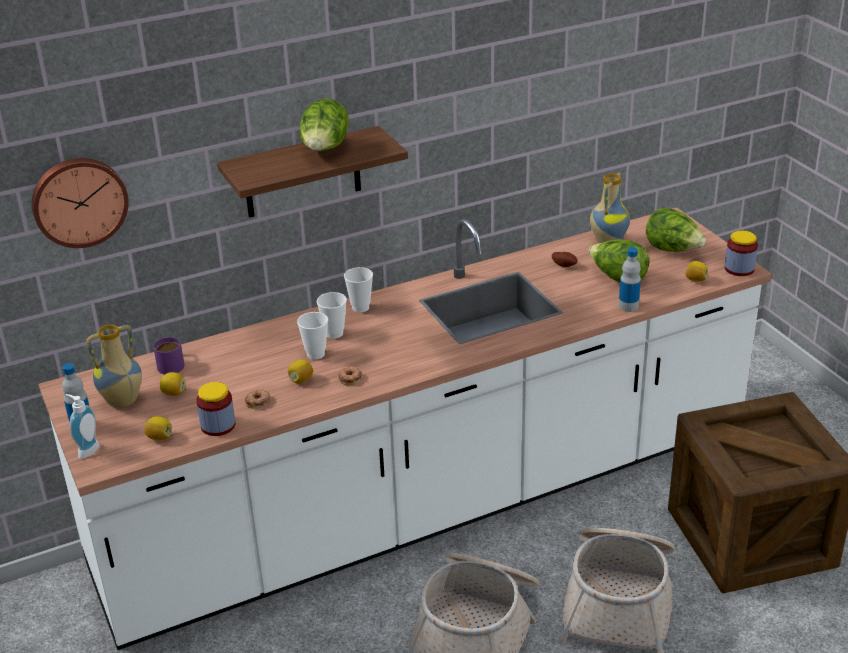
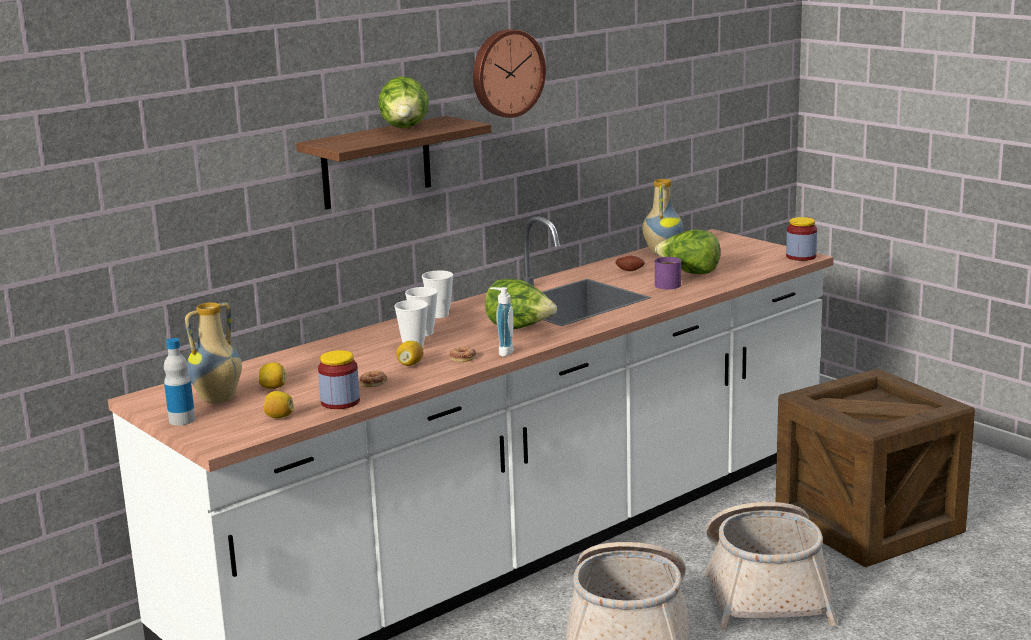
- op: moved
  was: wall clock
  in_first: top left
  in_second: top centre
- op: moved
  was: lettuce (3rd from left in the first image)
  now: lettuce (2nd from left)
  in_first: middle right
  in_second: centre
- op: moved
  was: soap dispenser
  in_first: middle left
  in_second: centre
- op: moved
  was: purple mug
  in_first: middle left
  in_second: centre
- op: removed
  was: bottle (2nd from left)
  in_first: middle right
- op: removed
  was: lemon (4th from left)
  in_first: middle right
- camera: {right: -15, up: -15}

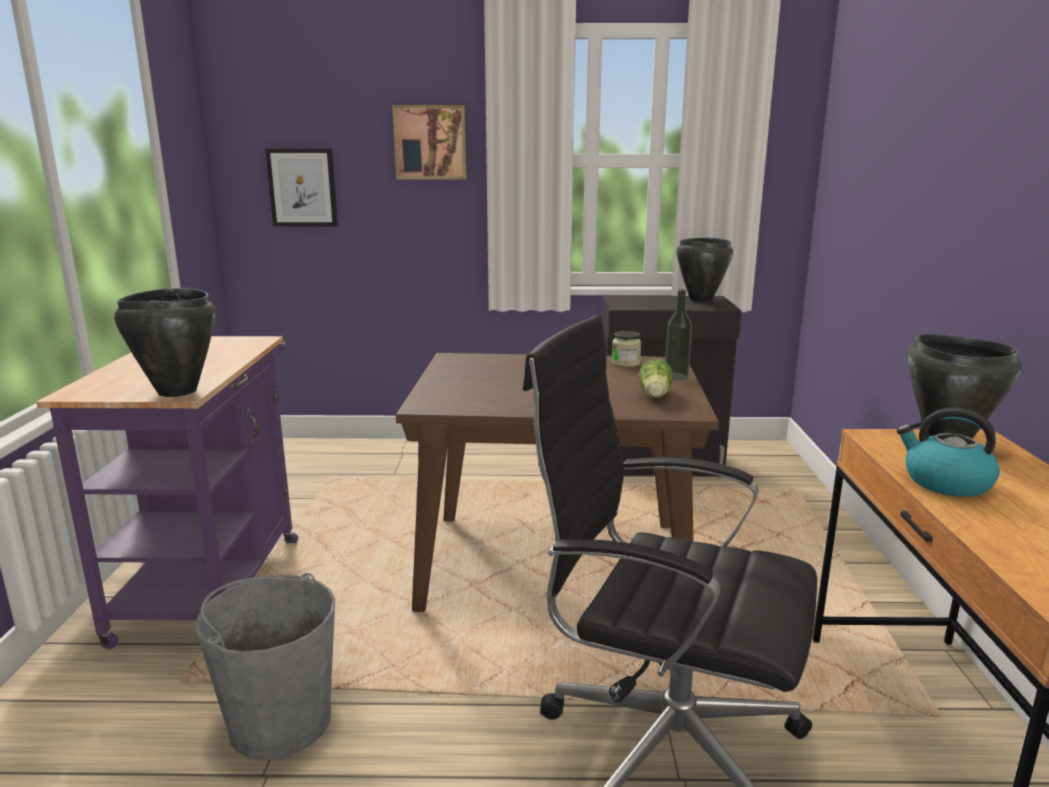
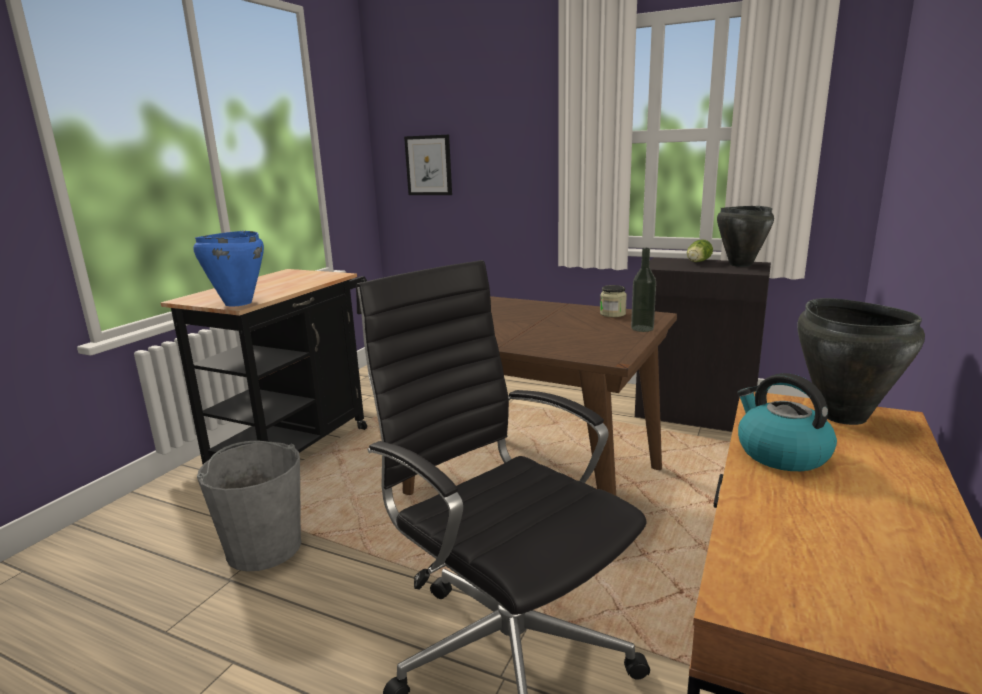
- op: recoloured
  was: purple cart
  now: black cart
  in_first: middle left
  in_second: middle left
- op: recoloured
  was: black cooking pot (1st from left)
  now: blue cooking pot
  in_first: middle left
  in_second: middle left
- op: moved
  was: lettuce
  in_first: centre
  in_second: middle right
- op: removed
  was: picture (2nd from left)
  in_first: top centre
- camera: {right: 25, up: 0}

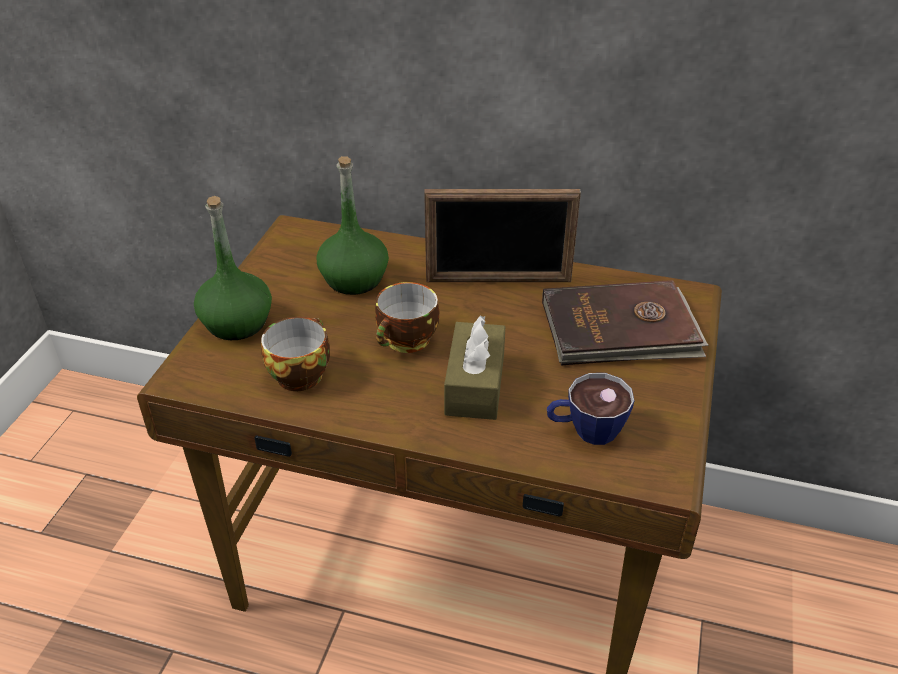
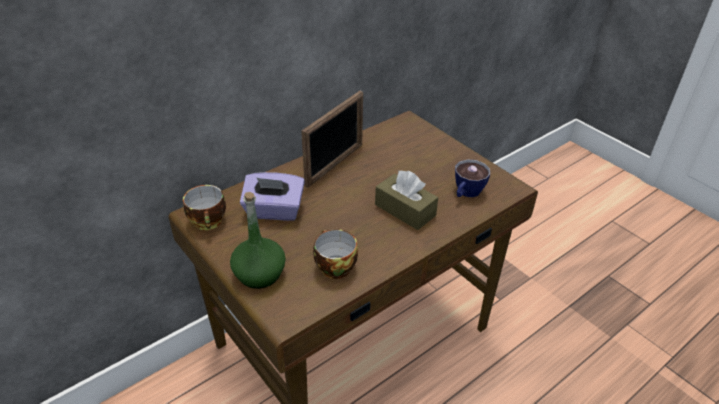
- op: moved
  was: cup (2nd from left in the first image)
  now: cup (1st from left)
  in_first: centre
  in_second: middle left
- op: replaced
  was: green bottle (2nd from left)
  now: purple tissue box
  in_first: centre
  in_second: centre
- op: removed
  was: brown book
  in_first: middle right
- camera: {right: -55, up: 0}

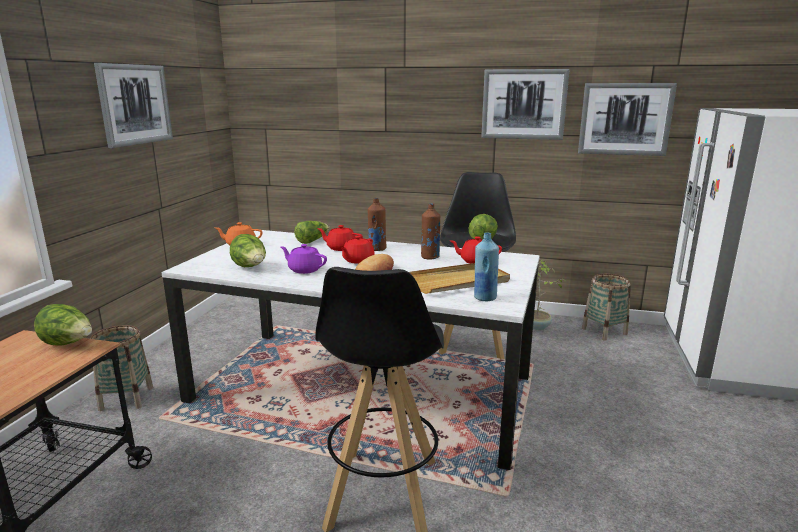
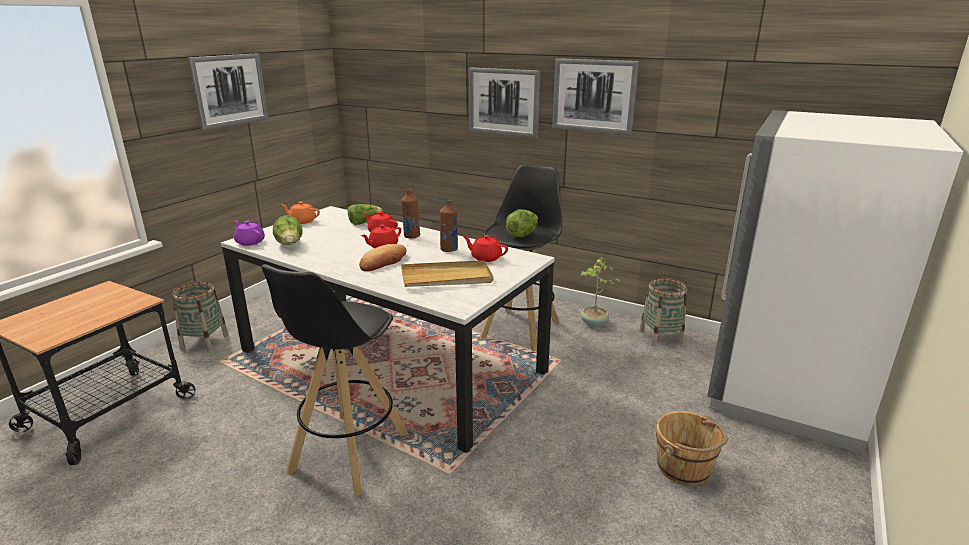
- op: moved
  was: purple teapot
  in_first: centre
  in_second: middle left
- op: moved
  was: picture (3rd from left in the first image)
  now: picture (2nd from left)
  in_first: top right
  in_second: top centre
- op: added
  now: brown bucket
  in_second: bottom right
- op: removed
  was: lettuce (1st from left)
  in_first: middle left
- op: removed
  was: blue bottle
  in_first: centre
- camera: {right: 15, up: 5}

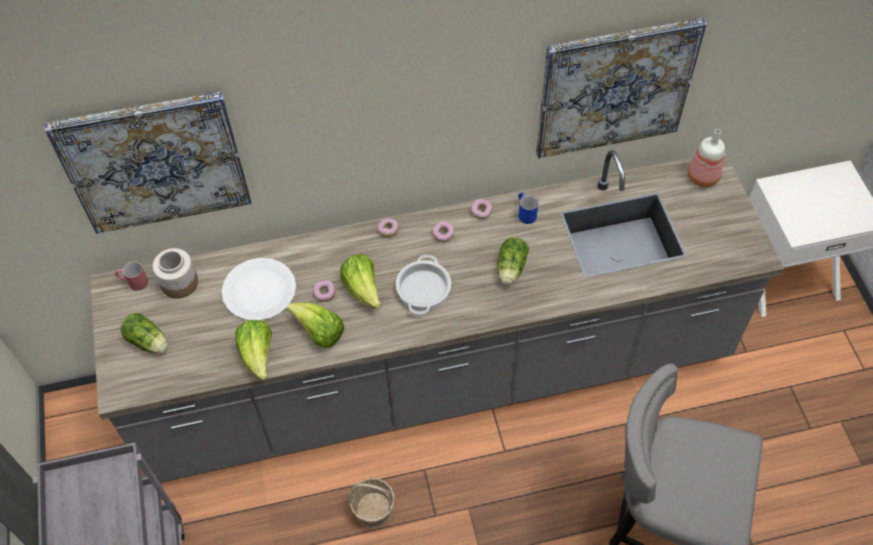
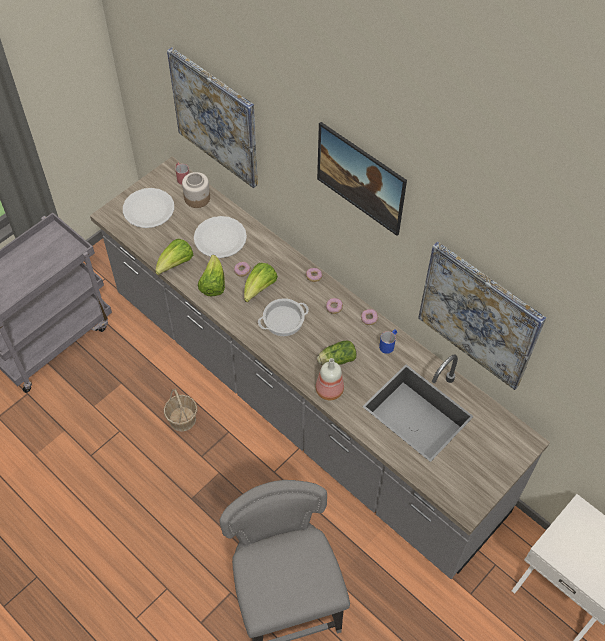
- op: replaced
  was: lettuce (1st from left)
  now: white plate (1st from left)
  in_first: middle left
  in_second: top left
- op: moved
  was: bottle
  in_first: top right
  in_second: centre
- op: added
  now: picture (2nd from left)
  in_second: top centre
- camera: {right: 55, up: 0}

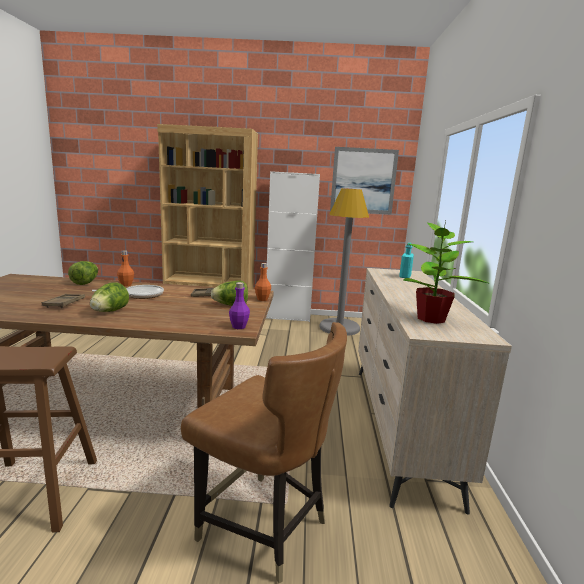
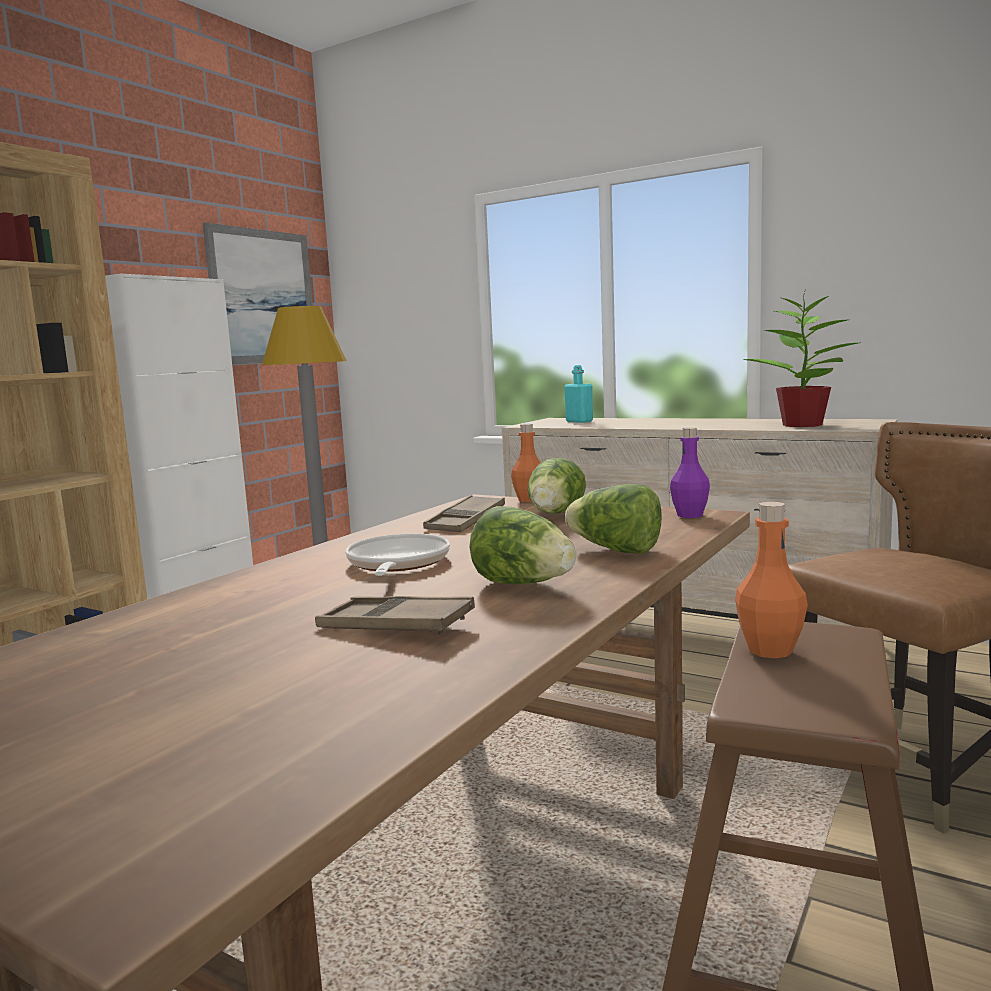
- op: moved
  was: lettuce (1st from left in the first image)
  now: lettuce (3rd from left)
  in_first: middle left
  in_second: centre
- op: moved
  was: orange bottle (1st from left in the first image)
  now: orange bottle (2nd from left)
  in_first: middle left
  in_second: middle right
- camera: {right: -60, up: -5}

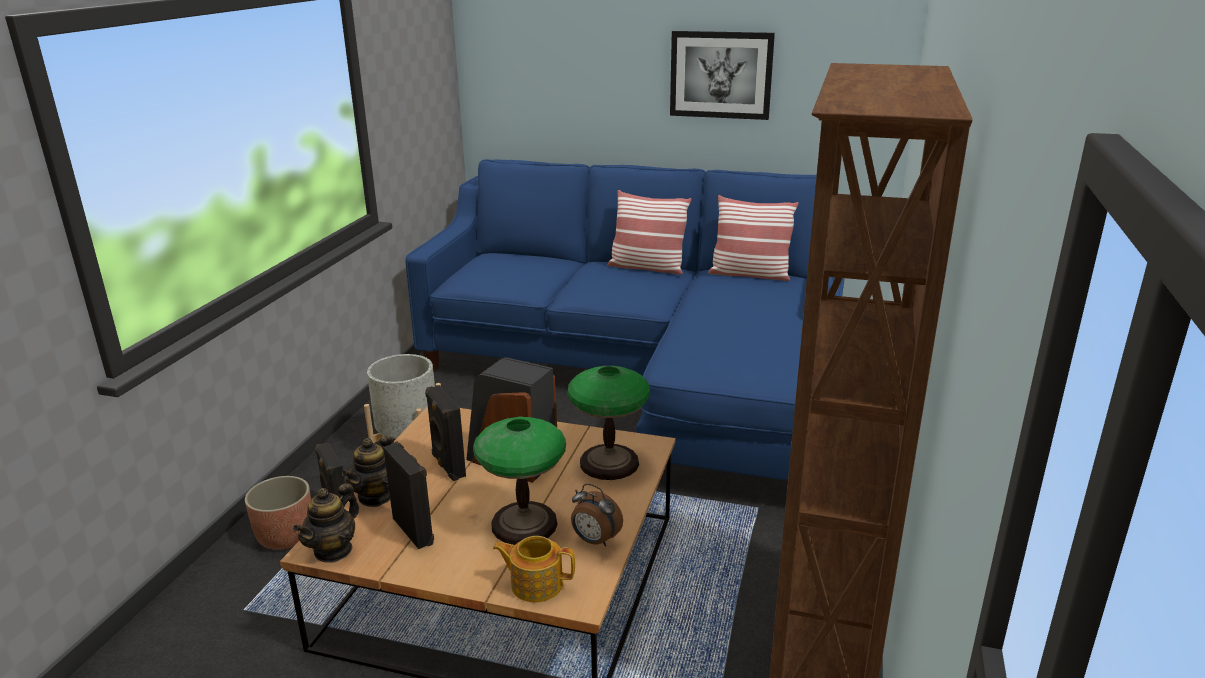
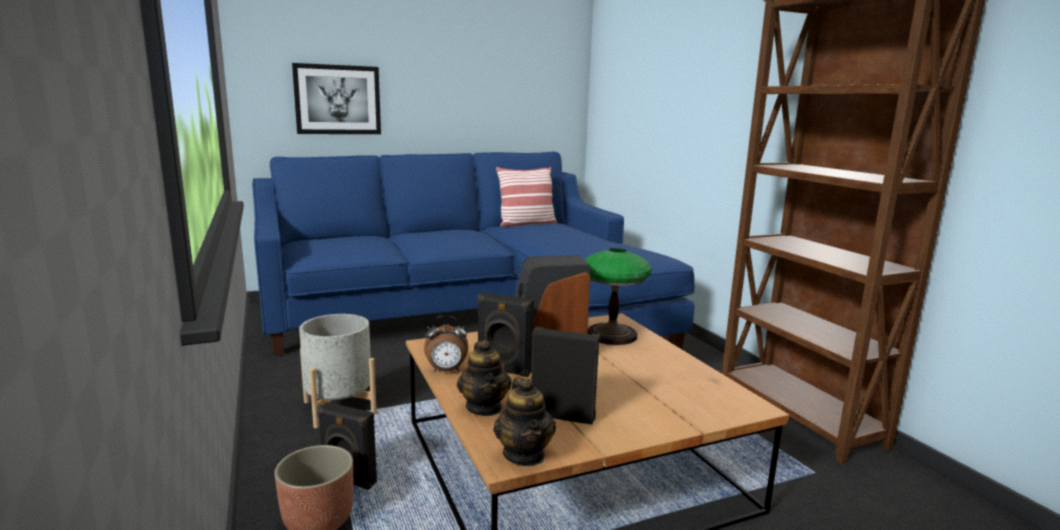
- op: moved
  was: picture
  in_first: top centre
  in_second: top left
- op: moved
  was: alarm clock
  in_first: bottom centre
  in_second: centre
- op: removed
  was: table lamp (1st from left)
  in_first: bottom centre
- op: removed
  was: teapot (3rd from left)
  in_first: bottom centre
- op: removed
  was: pillow (1st from left)
  in_first: centre
- camera: {right: -40, up: -10}

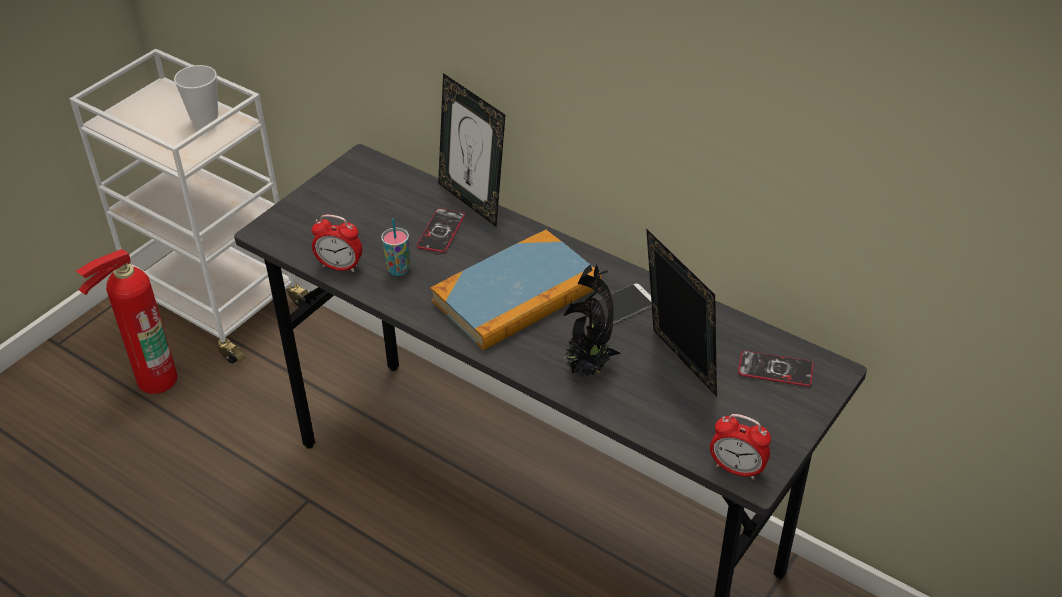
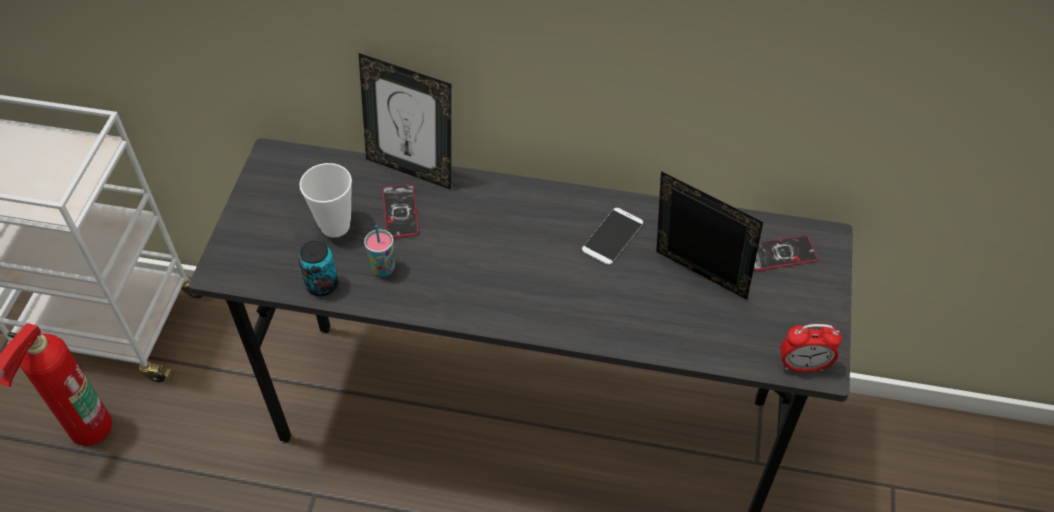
- op: replaced
  was: alarm clock (1st from left)
  now: can
  in_first: middle left
  in_second: middle left
- op: moved
  was: cup (1st from left)
  in_first: top left
  in_second: middle left
- op: removed
  was: book
  in_first: centre
- op: removed
  was: potted plant
  in_first: centre
- camera: {right: -25, up: 10}

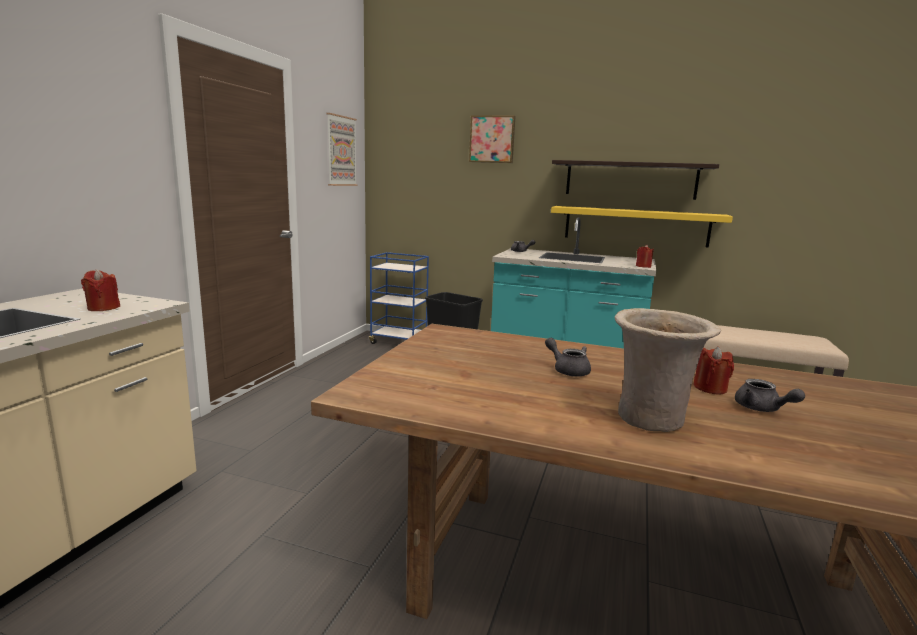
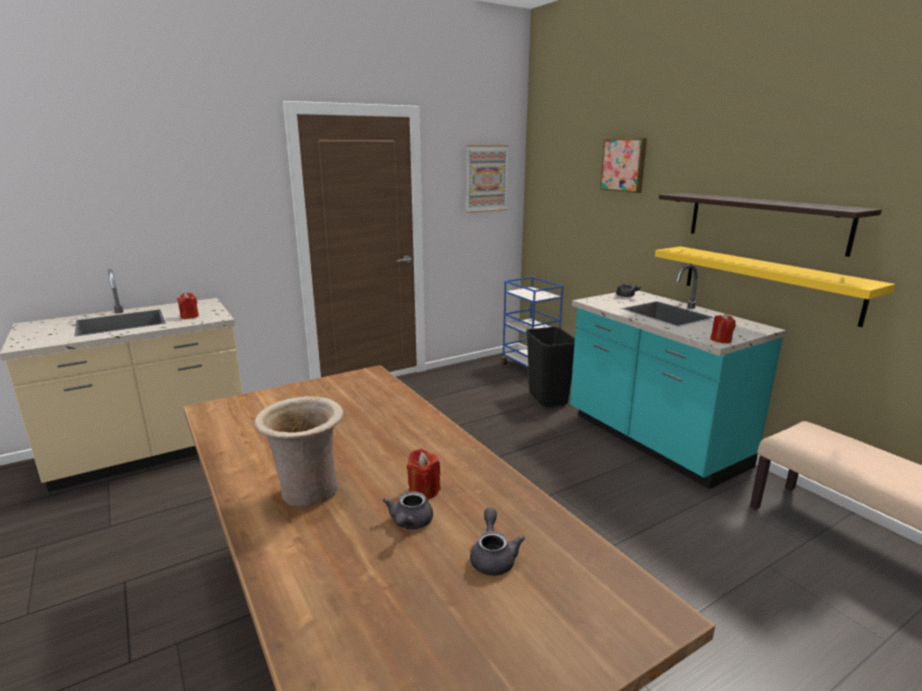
- op: moved
  was: grey teapot (2nd from left)
  in_first: centre
  in_second: bottom centre
- camera: {right: 40, up: 5}

